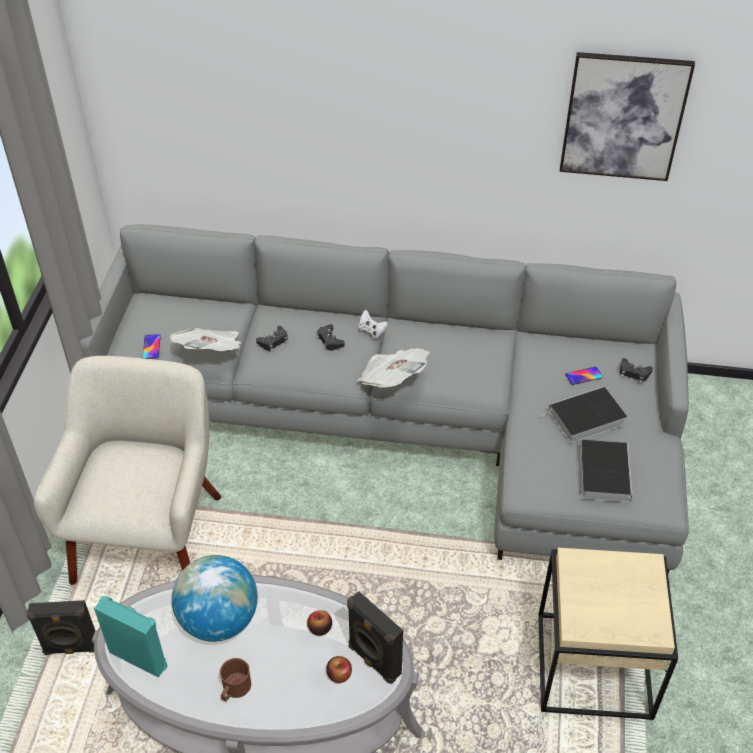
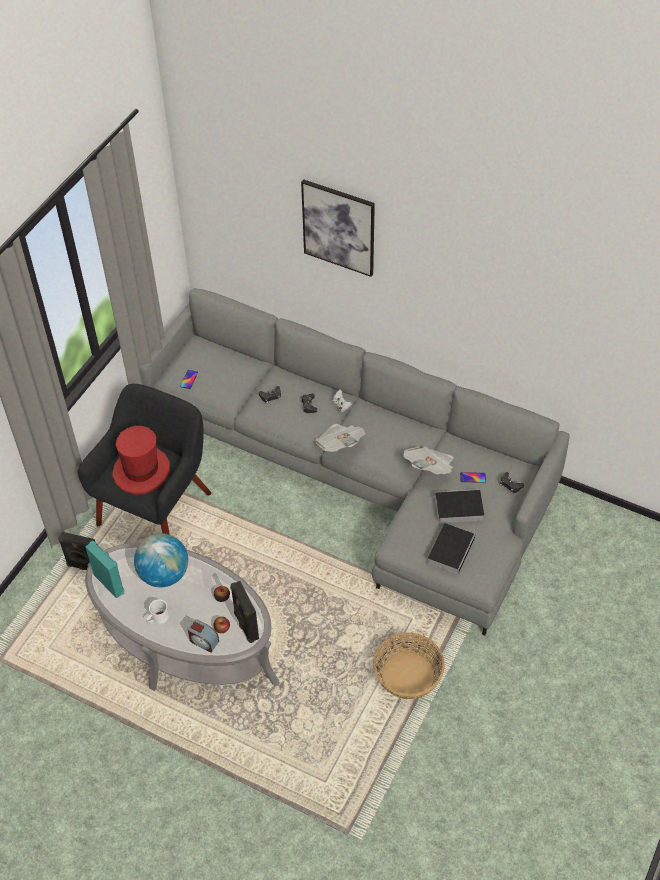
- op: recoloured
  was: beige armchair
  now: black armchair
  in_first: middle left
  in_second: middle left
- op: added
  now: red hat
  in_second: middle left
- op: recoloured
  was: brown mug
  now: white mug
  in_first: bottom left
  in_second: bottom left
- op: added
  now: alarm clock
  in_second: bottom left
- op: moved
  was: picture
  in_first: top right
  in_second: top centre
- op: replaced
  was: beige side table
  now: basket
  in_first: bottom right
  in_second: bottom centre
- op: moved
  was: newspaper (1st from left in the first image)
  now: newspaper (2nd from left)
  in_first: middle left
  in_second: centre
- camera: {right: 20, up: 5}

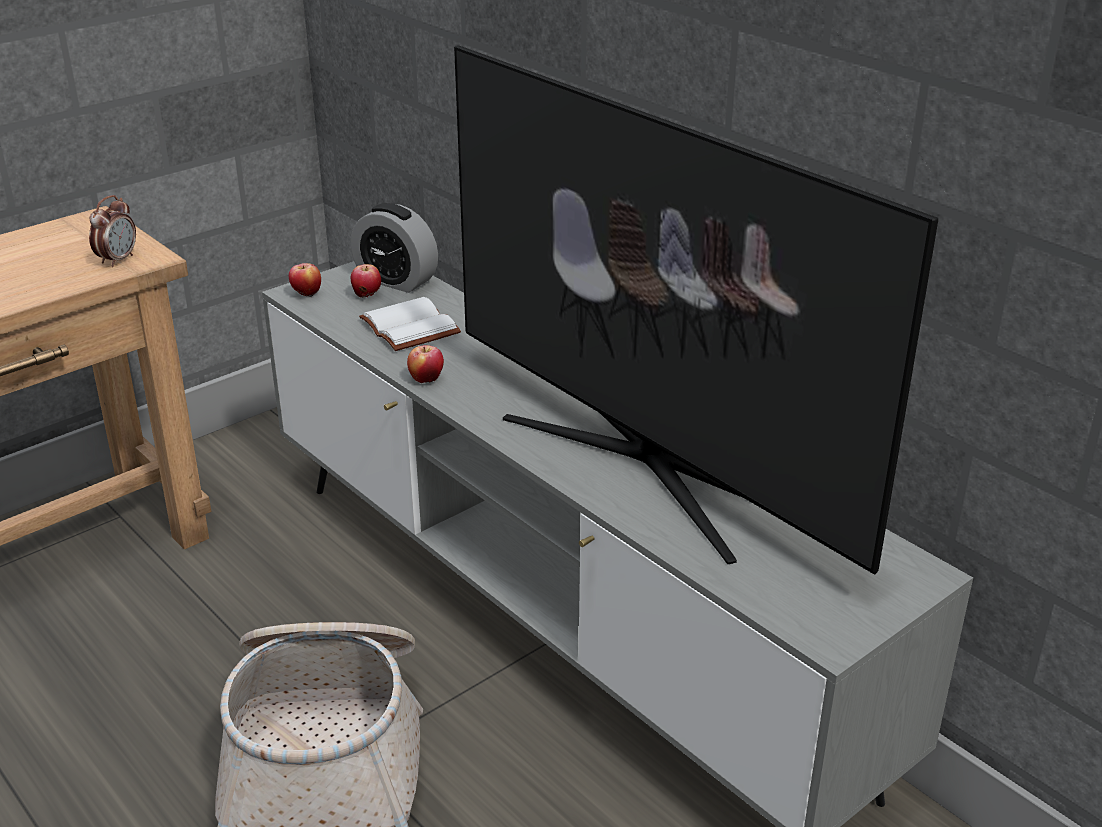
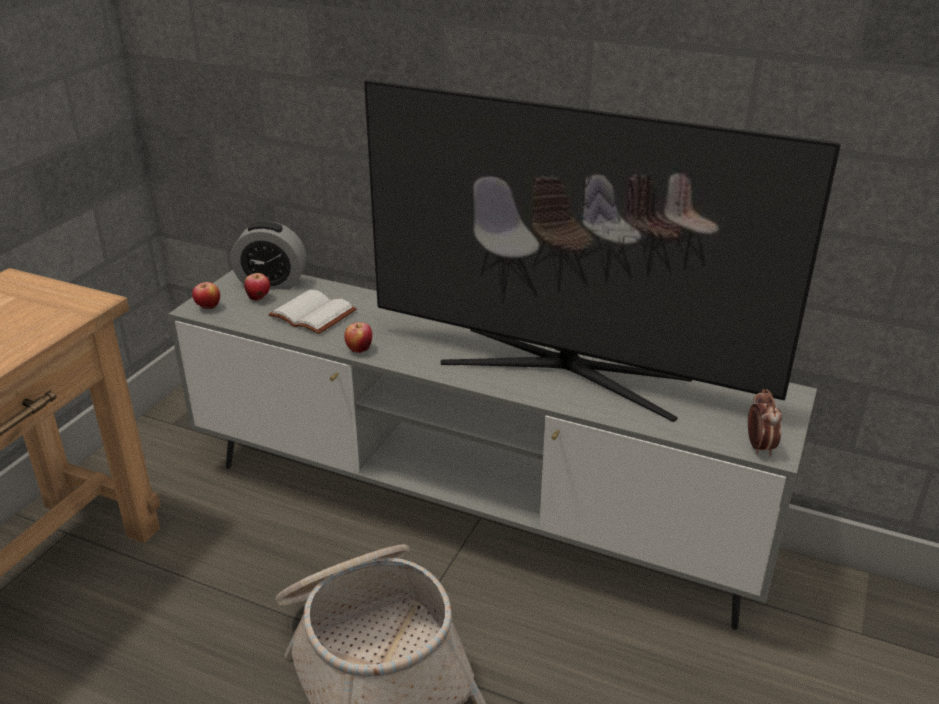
- op: moved
  was: alarm clock (1st from left in the first image)
  now: alarm clock (2nd from left)
  in_first: top left
  in_second: middle right
- camera: {right: -25, up: 0}

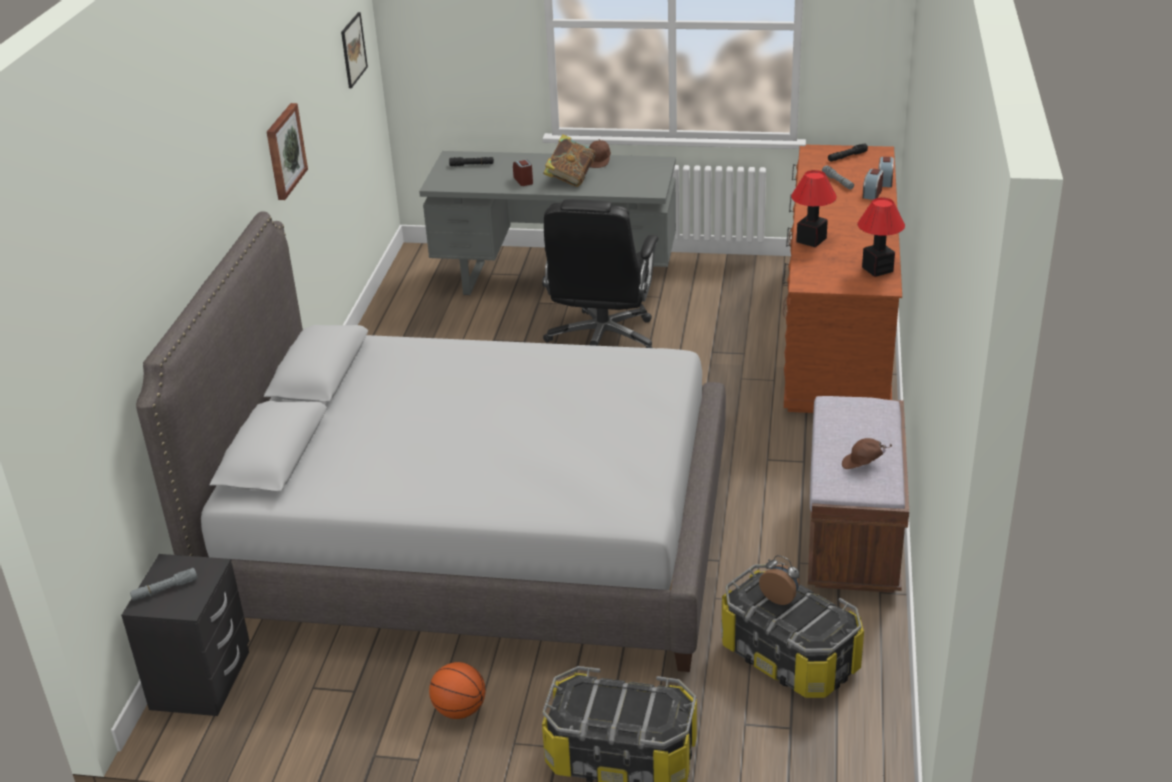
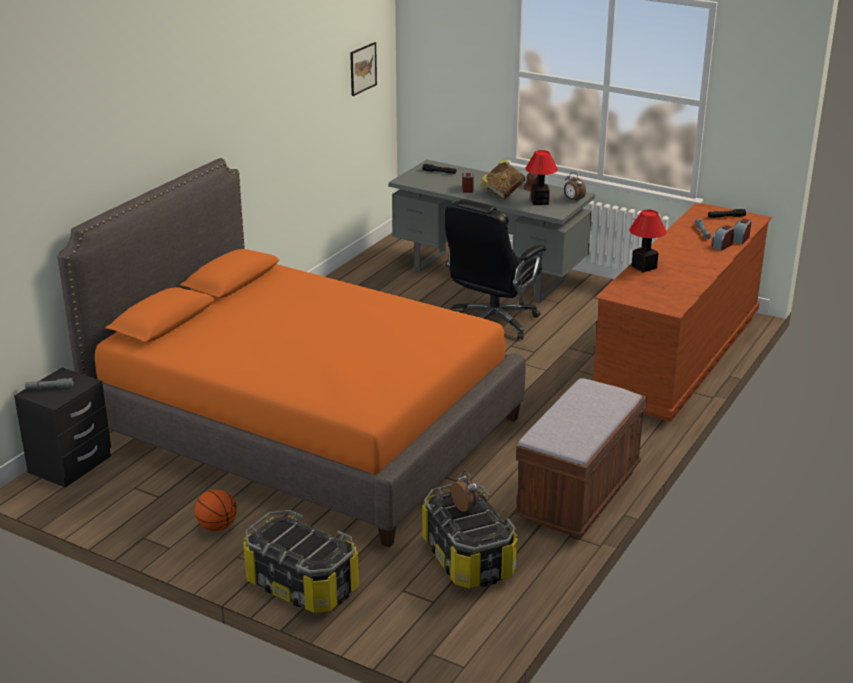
- op: recoloured
  was: grey bed
  now: orange bed
  in_first: centre
  in_second: centre
- op: moved
  was: table lamp (2nd from left in the first image)
  now: table lamp (1st from left)
  in_first: top right
  in_second: top centre
- op: added
  now: alarm clock (3rd from left)
  in_second: top right
- op: removed
  was: picture (1st from left)
  in_first: top left
- op: removed
  was: brown cap (2nd from left)
  in_first: middle right
- camera: {right: 20, up: -5}

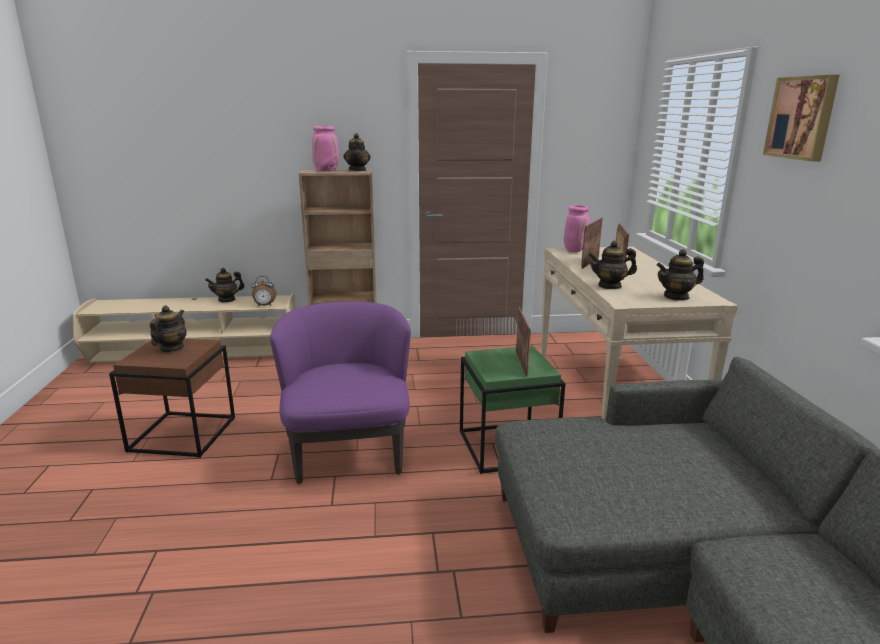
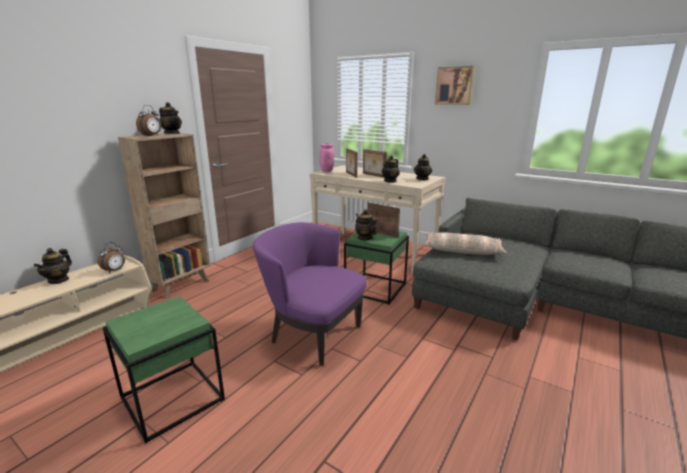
- op: recoloured
  was: brown side table
  now: green side table (1st from left)
  in_first: middle left
  in_second: bottom left
- op: replaced
  was: pink vase (1st from left)
  now: alarm clock (2nd from left)
  in_first: top centre
  in_second: top left
- op: moved
  was: teapot (1st from left in the first image)
  now: teapot (3rd from left)
  in_first: middle left
  in_second: centre
- op: added
  now: pillow
  in_second: middle right
- camera: {right: -50, up: 0}

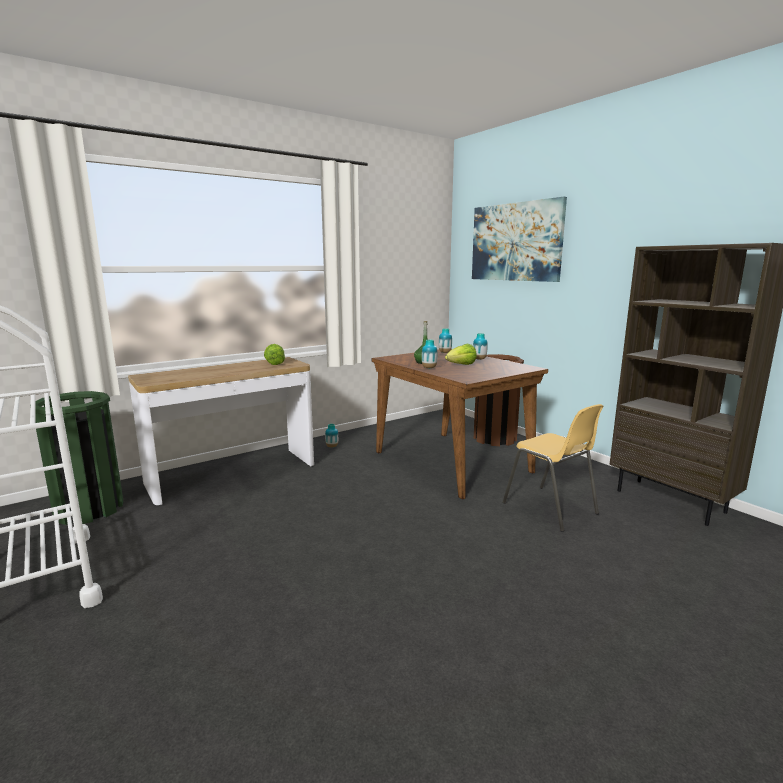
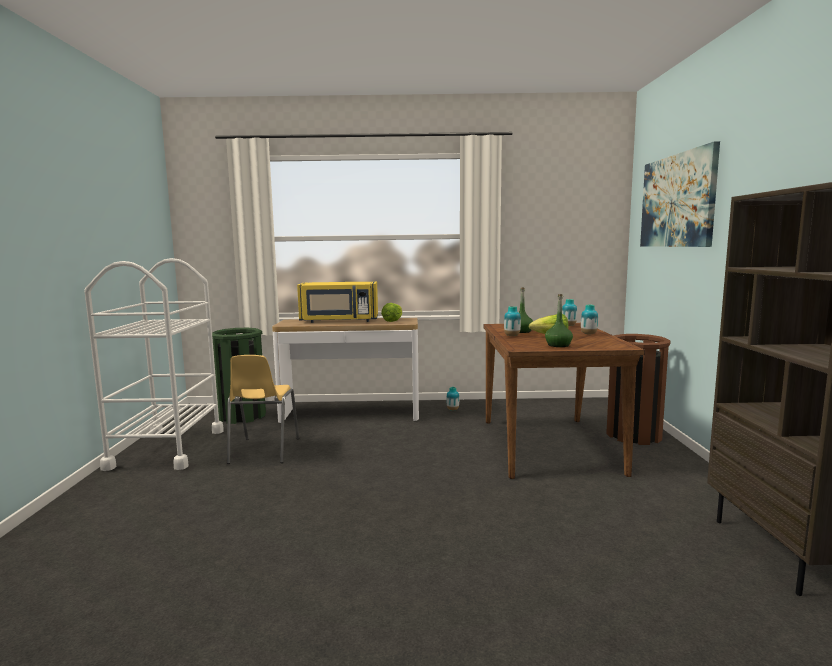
- op: moved
  was: yellow chair
  in_first: middle right
  in_second: middle left
- op: added
  now: yellow microwave
  in_second: centre
- op: added
  now: green bottle (2nd from left)
  in_second: middle right
- camera: {right: 35, up: -5}

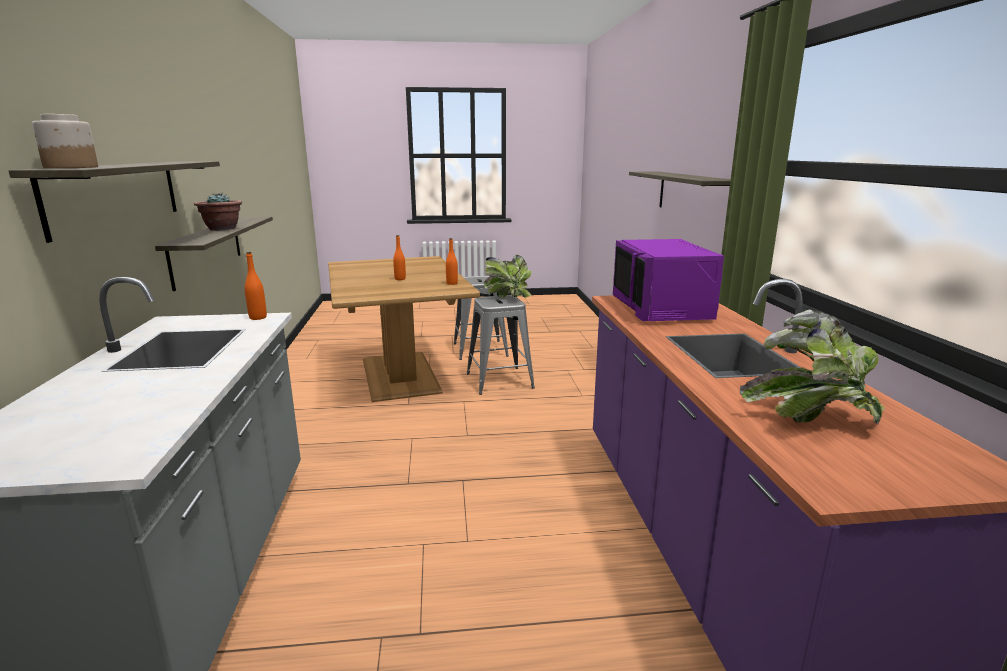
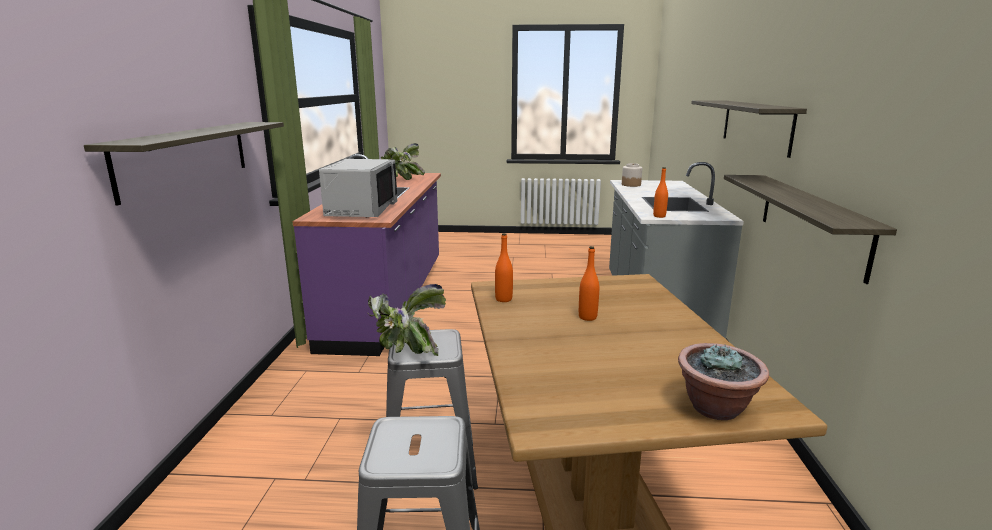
- op: recoloured
  was: purple microwave
  now: grey microwave
  in_first: centre
  in_second: centre
- op: moved
  was: jar
  in_first: top left
  in_second: top centre
- op: moved
  was: potted plant (1st from left in the first image)
  now: potted plant (3rd from left)
  in_first: top left
  in_second: bottom right
- camera: {right: -170, up: 0}

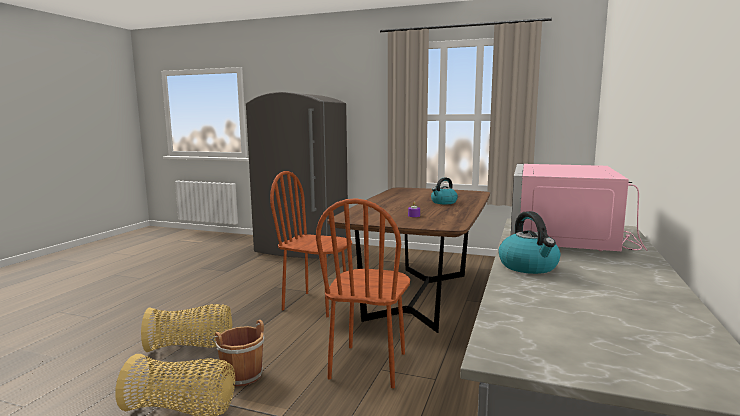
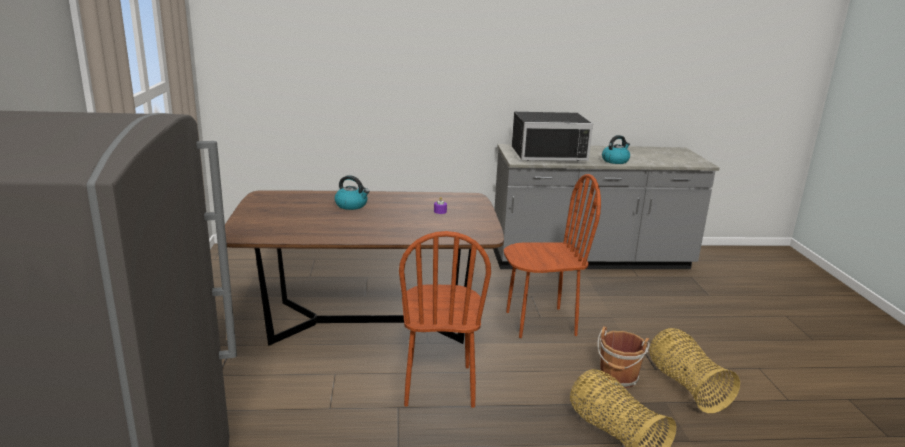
- op: recoloured
  was: pink microwave
  now: black microwave
  in_first: middle right
  in_second: top centre
- camera: {right: -115, up: 10}

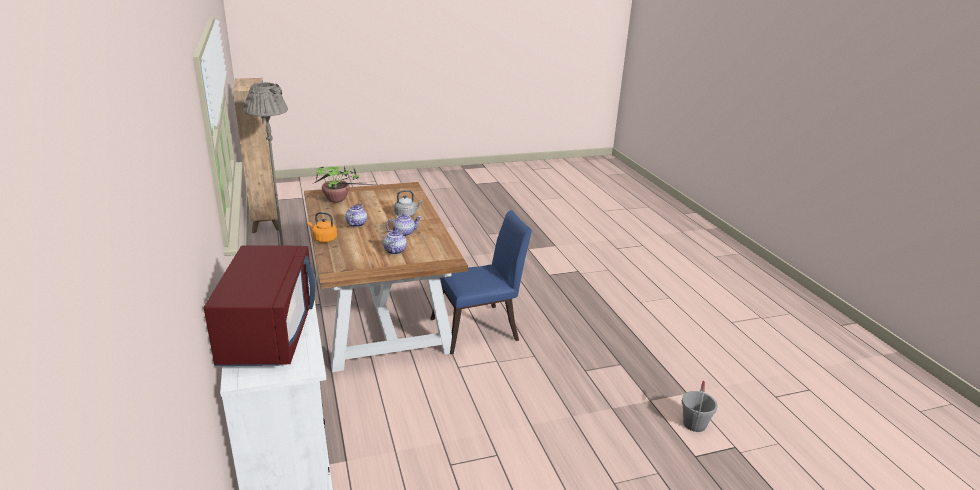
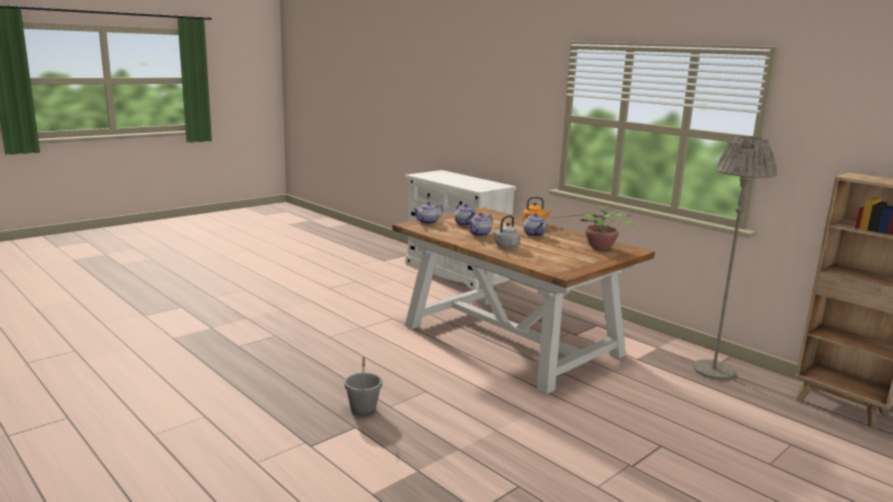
- op: moved
  was: grey bucket
  in_first: bottom right
  in_second: bottom centre
- op: added
  now: teapot (1st from left)
  in_second: centre
- op: removed
  was: red microwave
  in_first: middle left
- op: removed
  was: blue chair
  in_first: centre
- camera: {right: 155, up: -10}

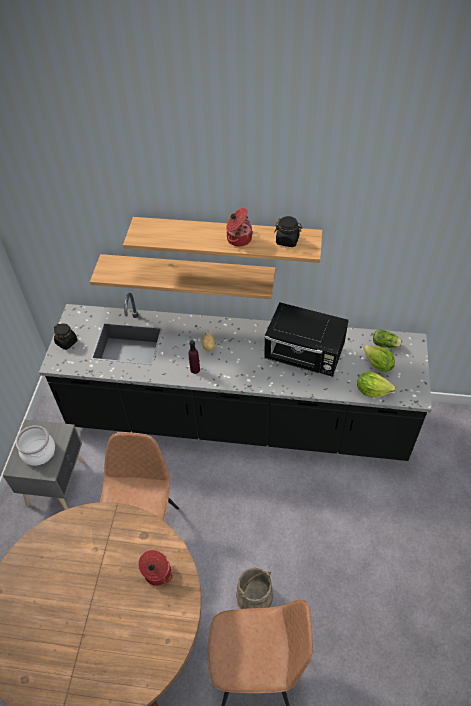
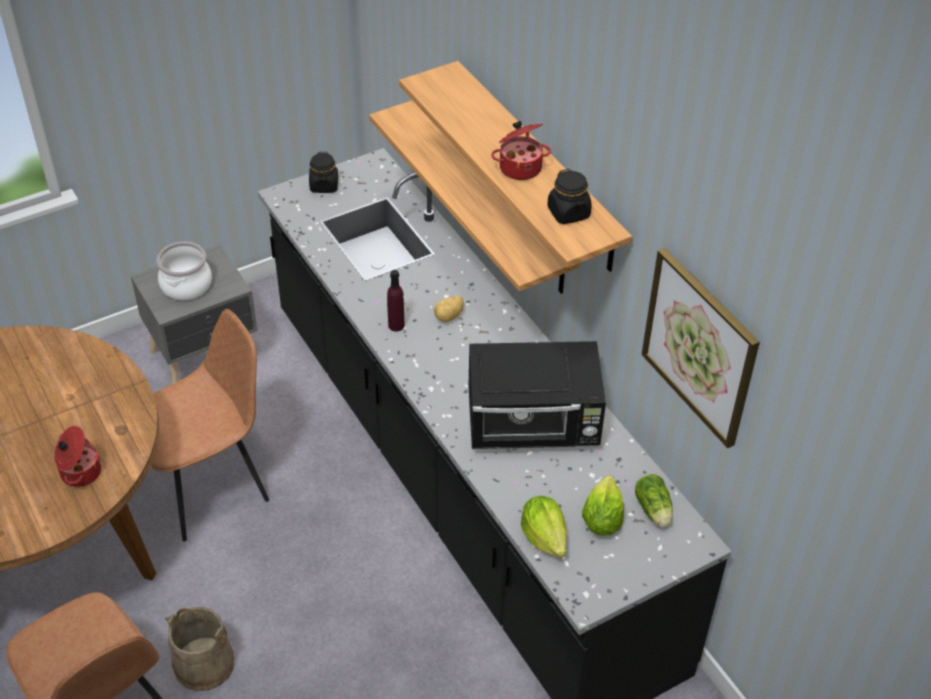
- op: turned
  was: black microwave
  in_first: centre
  in_second: centre
  clockwise: -75
- op: added
  now: picture
  in_second: middle right
- camera: {right: 50, up: -5}

